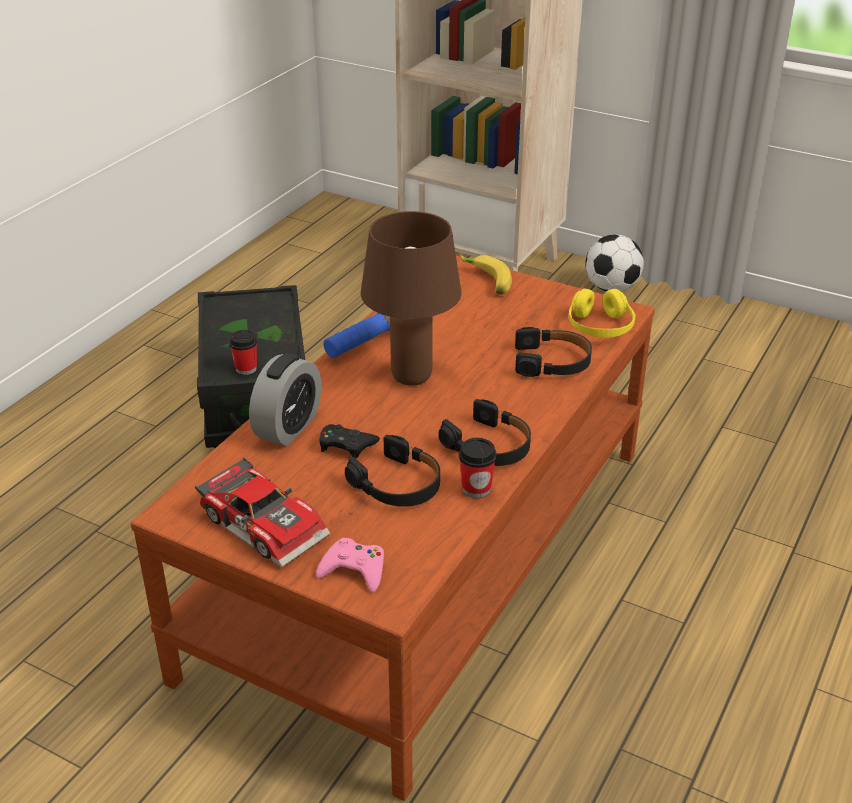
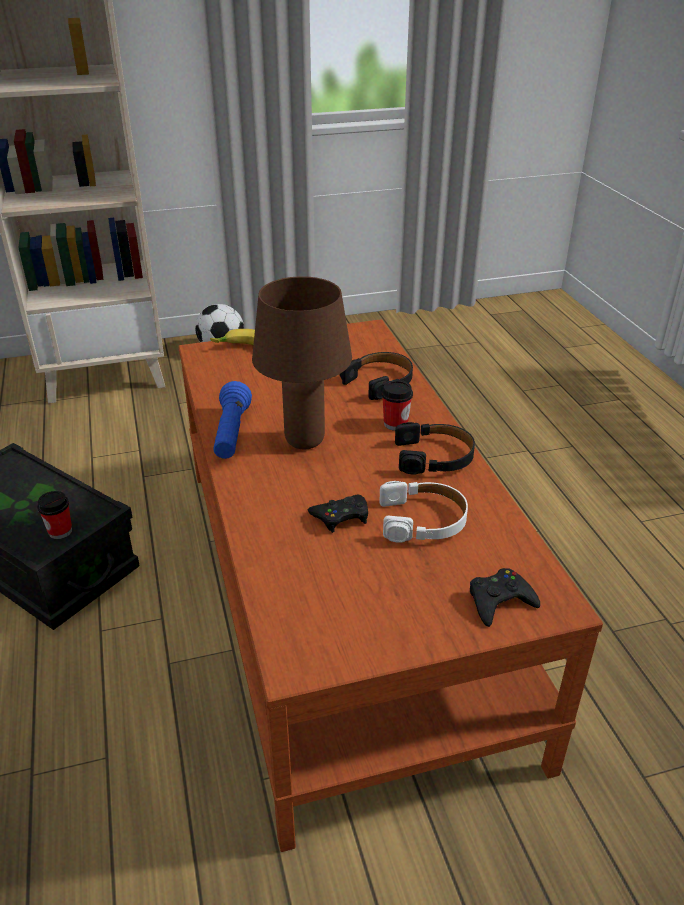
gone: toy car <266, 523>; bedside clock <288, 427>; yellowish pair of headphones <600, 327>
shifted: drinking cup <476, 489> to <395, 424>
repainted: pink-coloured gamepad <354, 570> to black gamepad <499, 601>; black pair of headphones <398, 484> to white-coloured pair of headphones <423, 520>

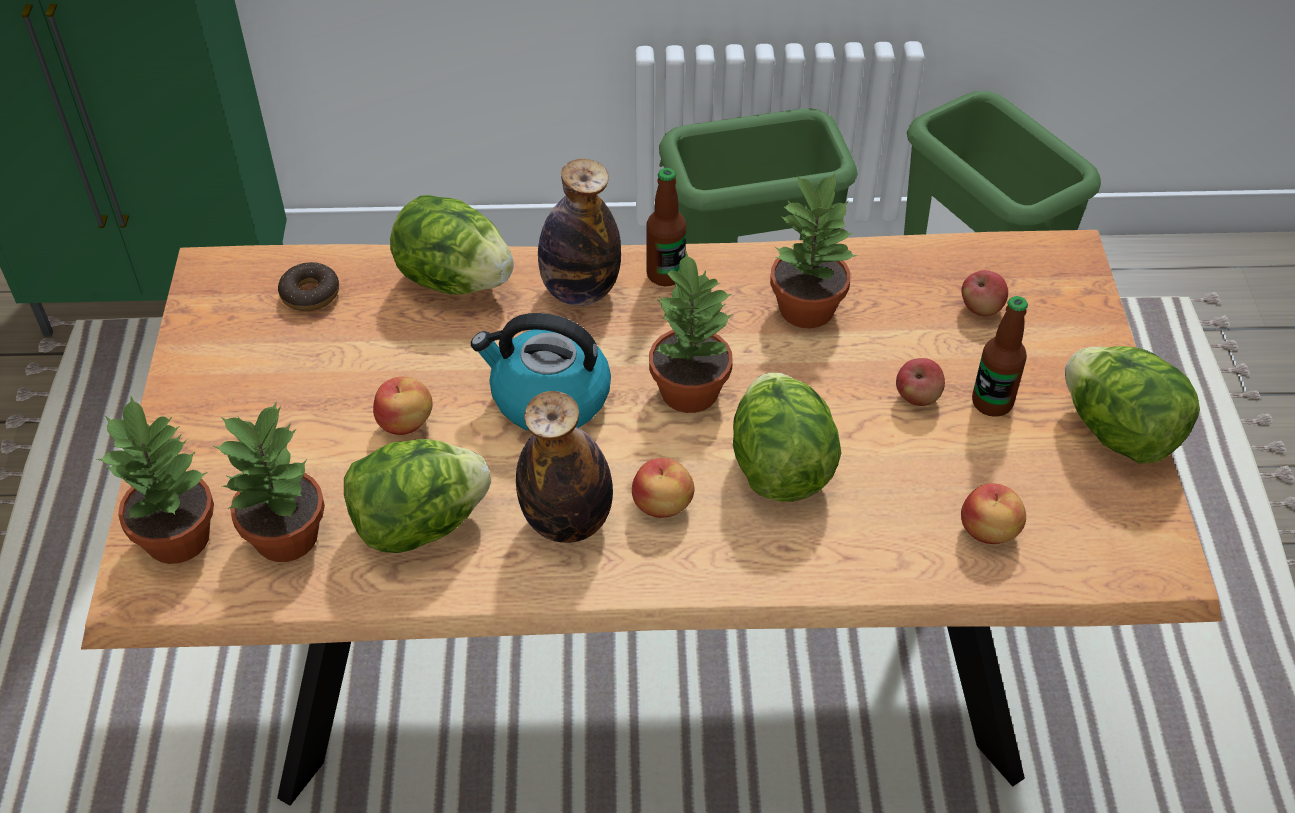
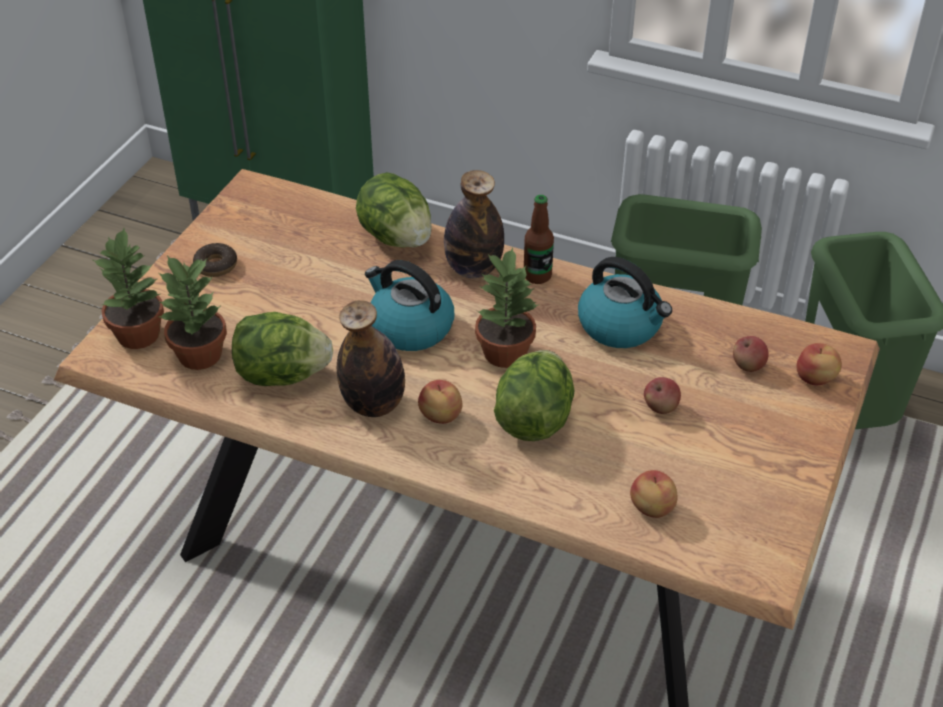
gone: bottle <992, 403>; lettuce head <1119, 433>
shifted: donut <310, 294> to <216, 265>; apple <406, 423> to <815, 378>
swapped: potted plant <806, 307> to kettle <621, 326>

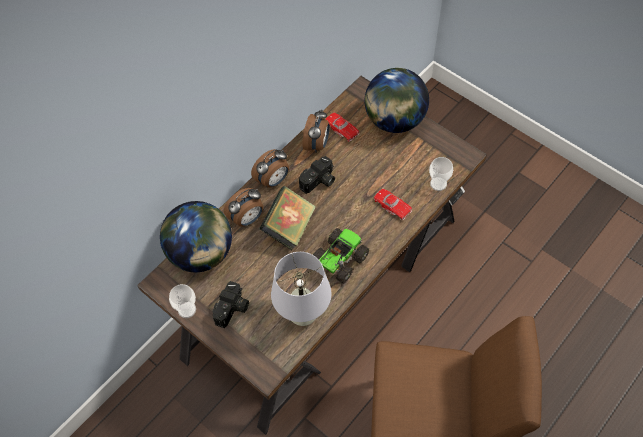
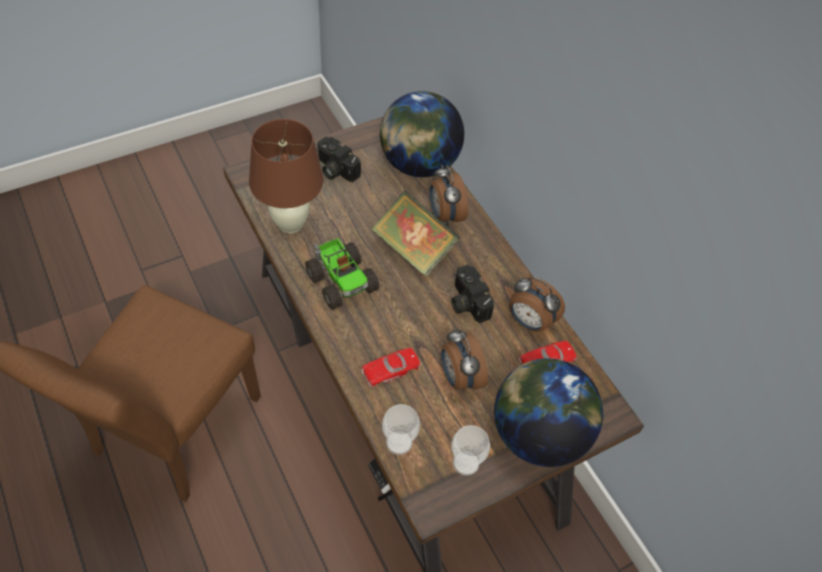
shifted: drinking cup <187, 309> to <466, 463>; bedside clock <273, 180> to <459, 377>
repainted: white-coloured table lamp <303, 316> to brown table lamp <291, 223>

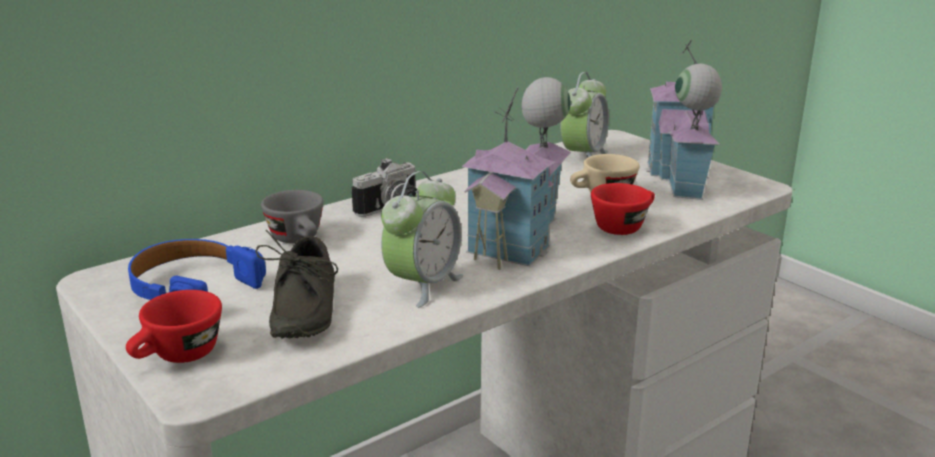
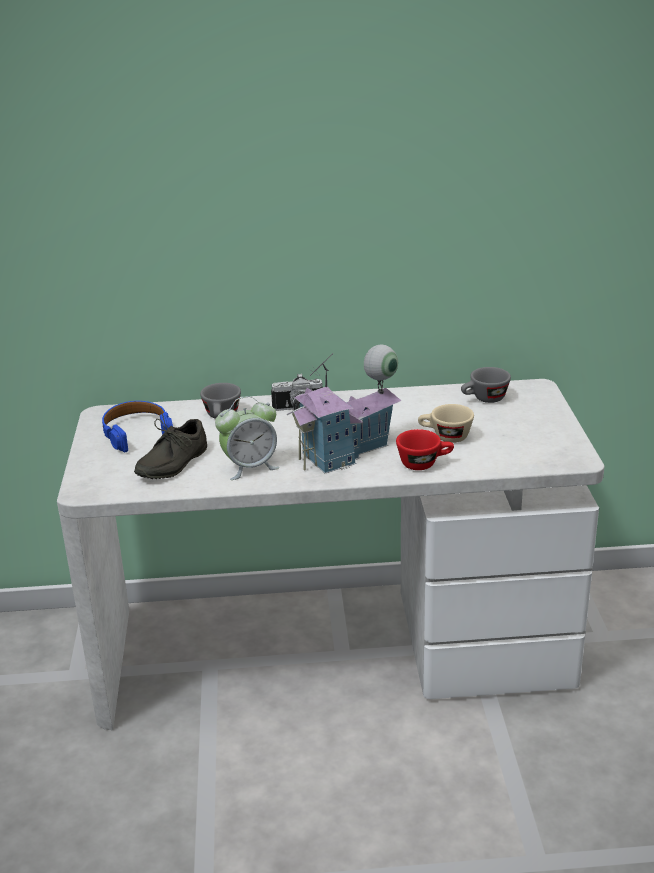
gone: reddish drinking cup <177, 357>; toy house <679, 178>
swapped: bedside clock <583, 156> to greyish drinking cup <484, 399>

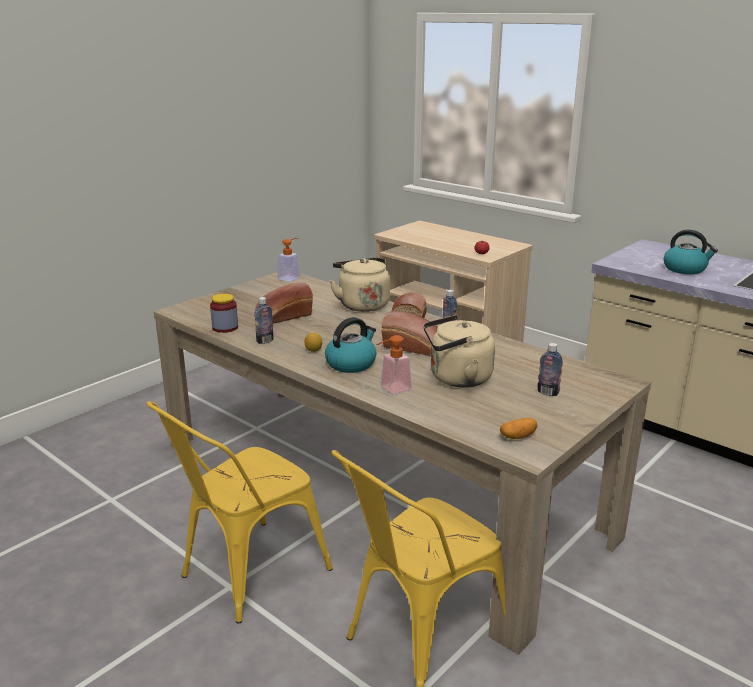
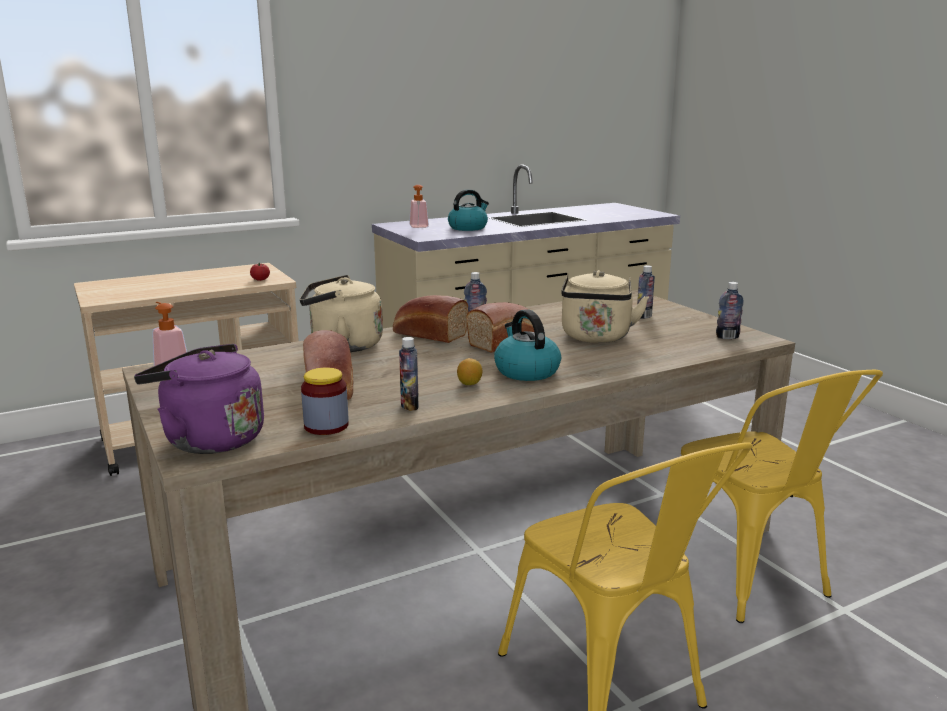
new: purplish kettle <209, 439>
shifted: soap bottle <391, 390> to <419, 227>
swapped: potato <518, 436> to bottle <727, 337>

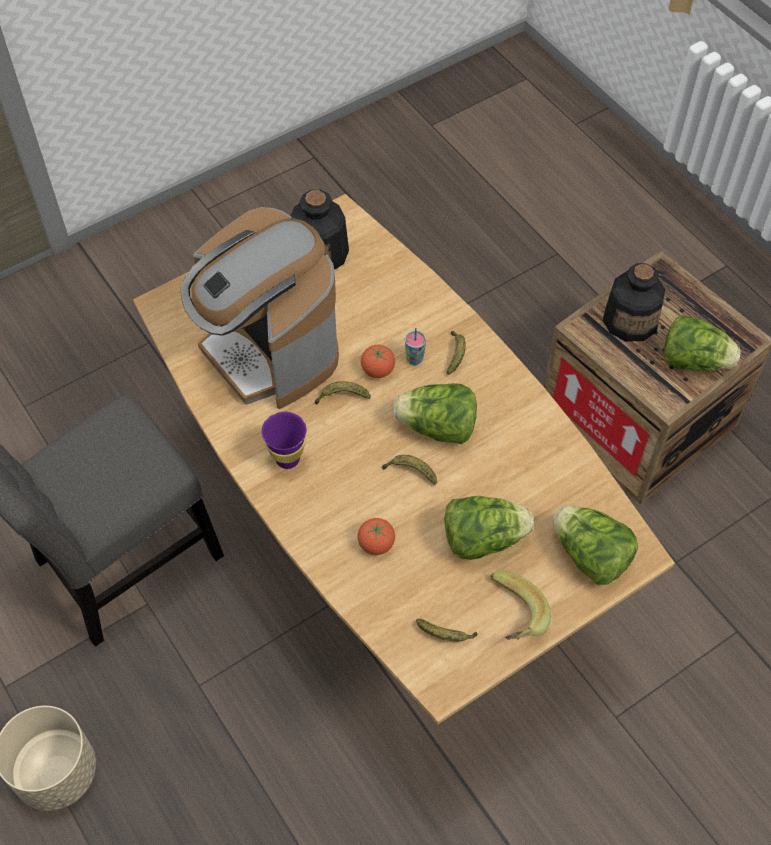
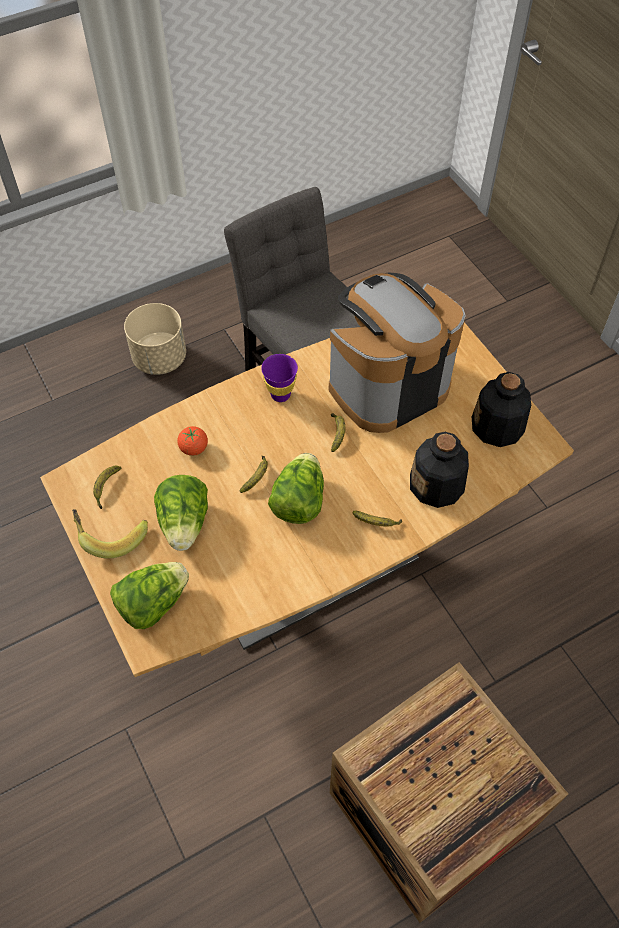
gone: fresh tomato <378, 370>; drinking cup <414, 359>; lettuce head <693, 360>
shifted: bottle <630, 320> to <437, 485>

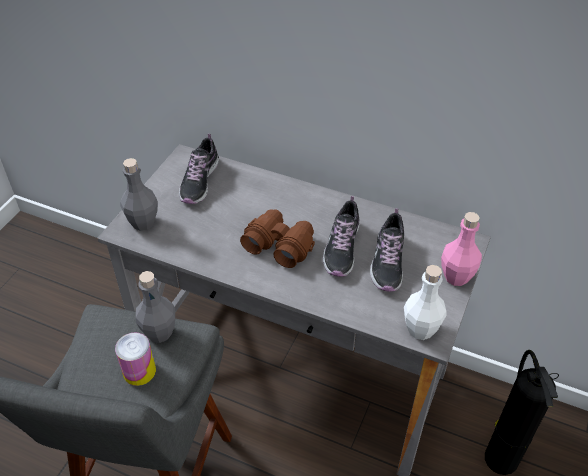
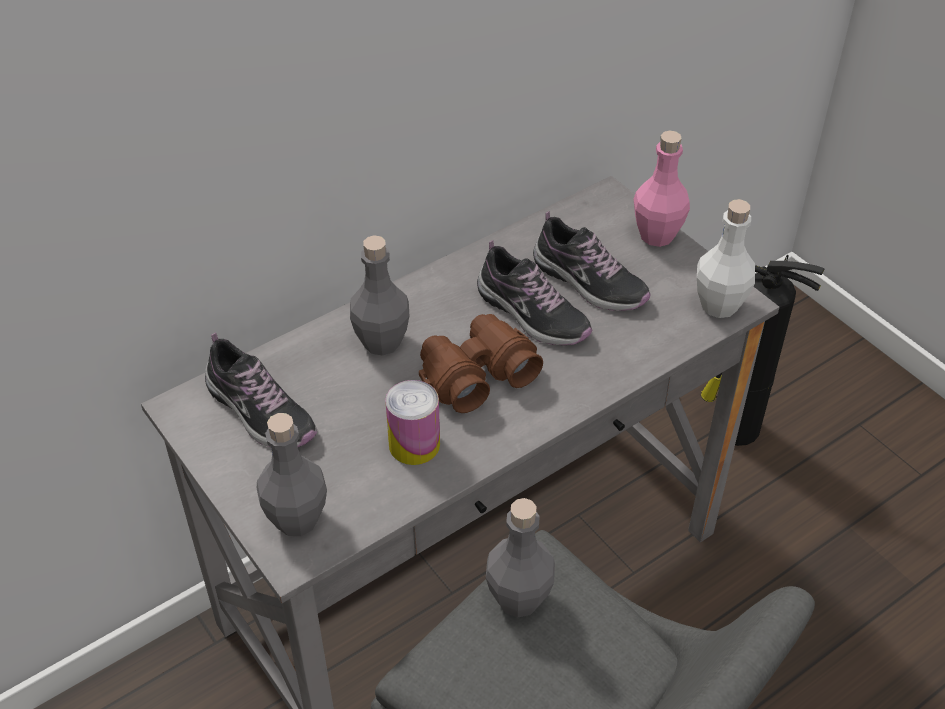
new: greyish bottle <382, 342>
shifted: can <139, 371> to <414, 444>

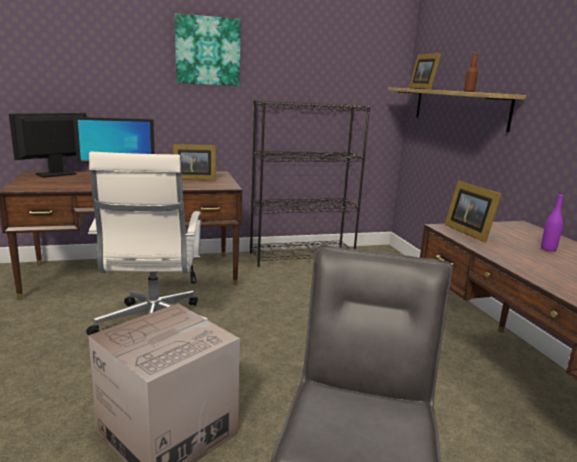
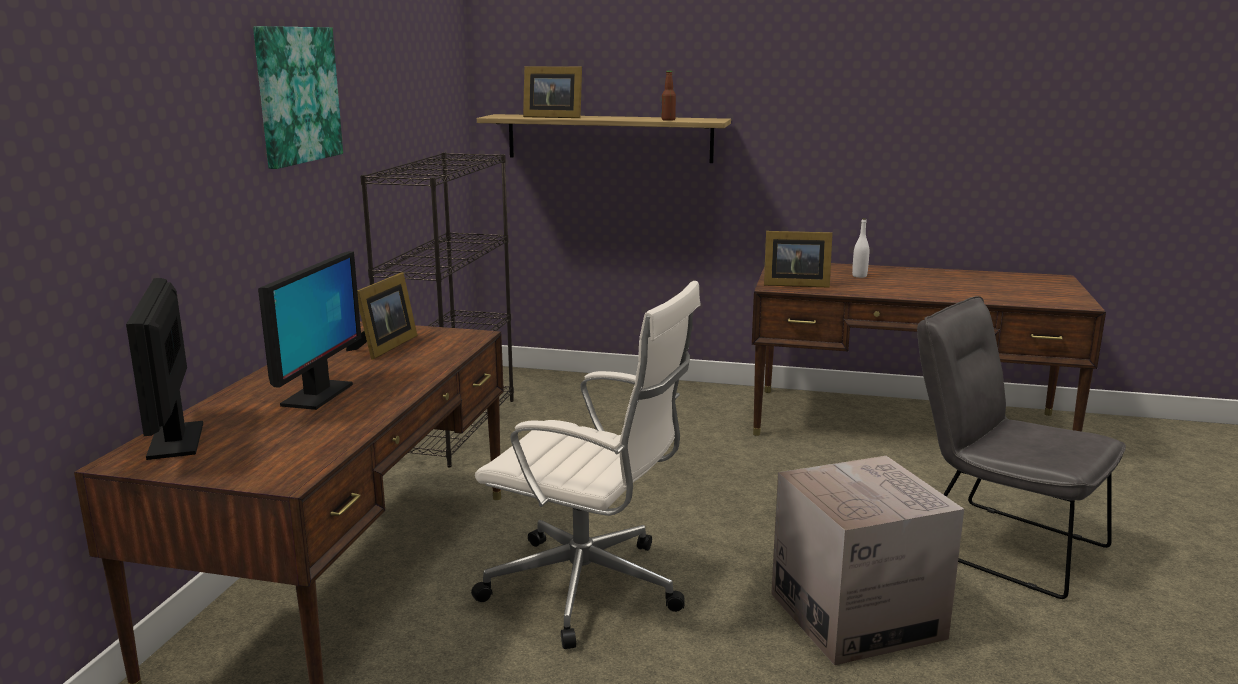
repainted: purplish bottle <548, 249> to white-coloured bottle <859, 276>

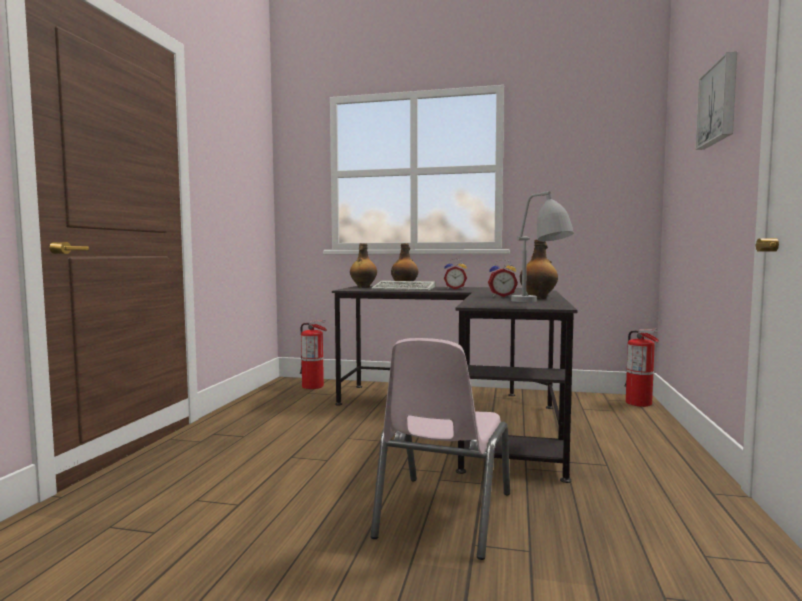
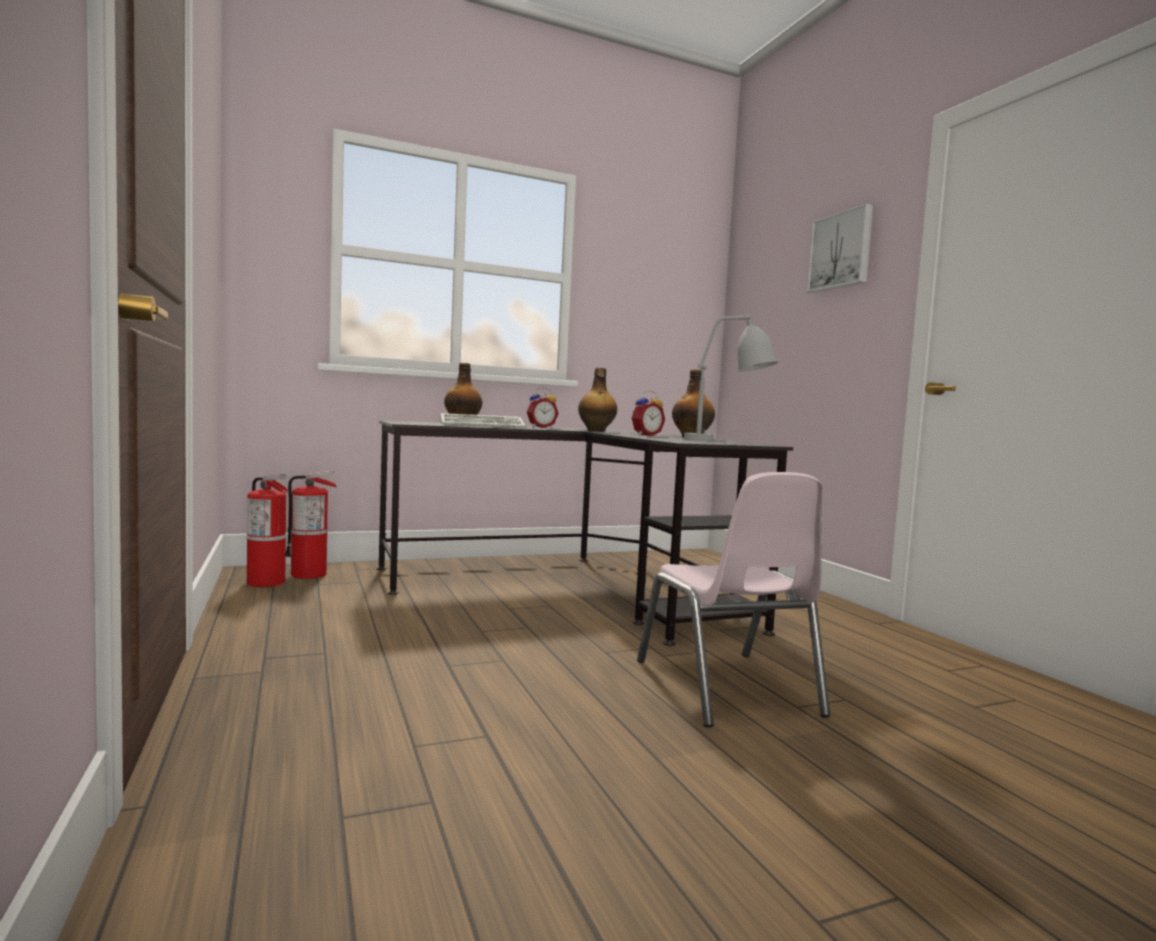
shifted: bottle <363, 287> to <596, 431>; fire-fighting cylinder <639, 403> to <266, 582>

